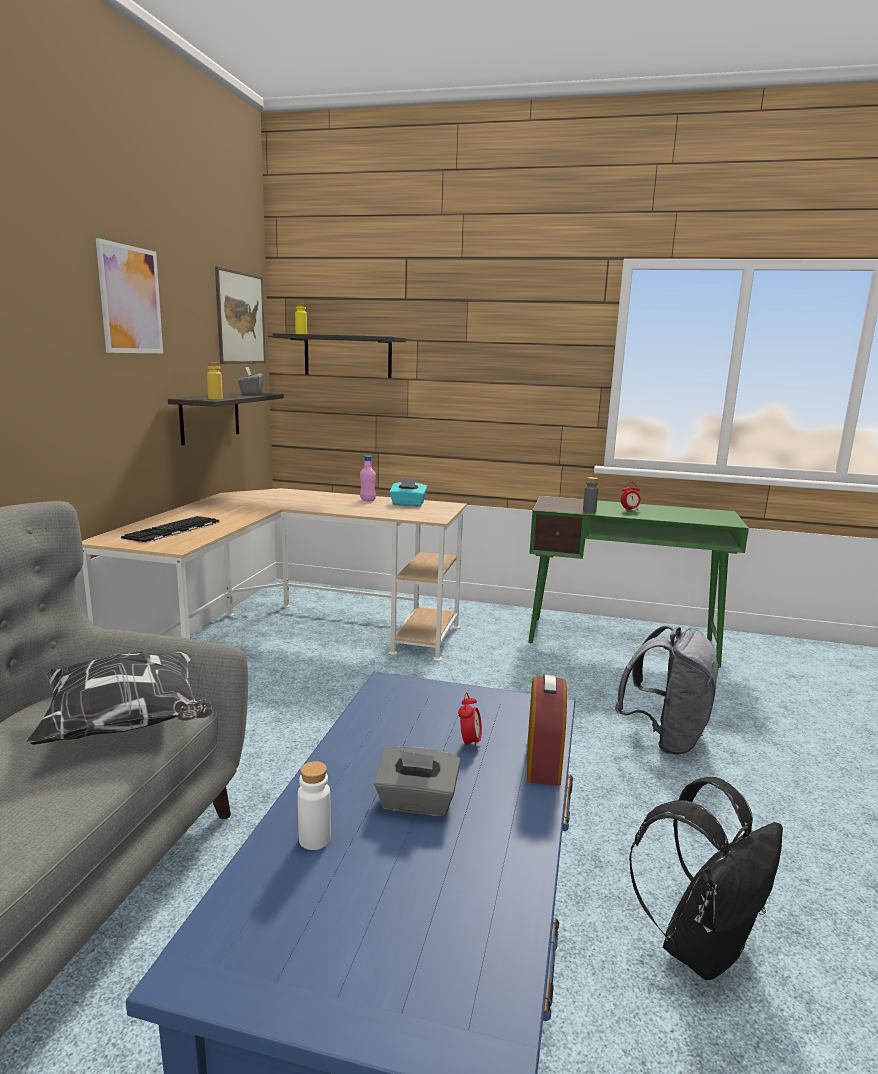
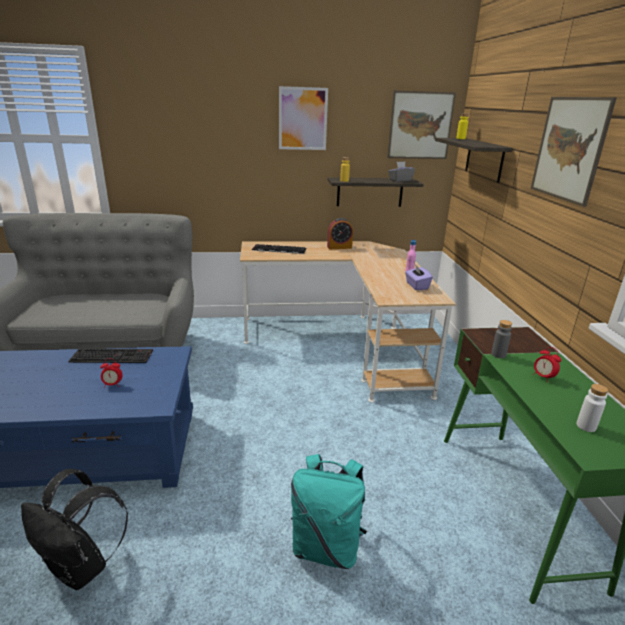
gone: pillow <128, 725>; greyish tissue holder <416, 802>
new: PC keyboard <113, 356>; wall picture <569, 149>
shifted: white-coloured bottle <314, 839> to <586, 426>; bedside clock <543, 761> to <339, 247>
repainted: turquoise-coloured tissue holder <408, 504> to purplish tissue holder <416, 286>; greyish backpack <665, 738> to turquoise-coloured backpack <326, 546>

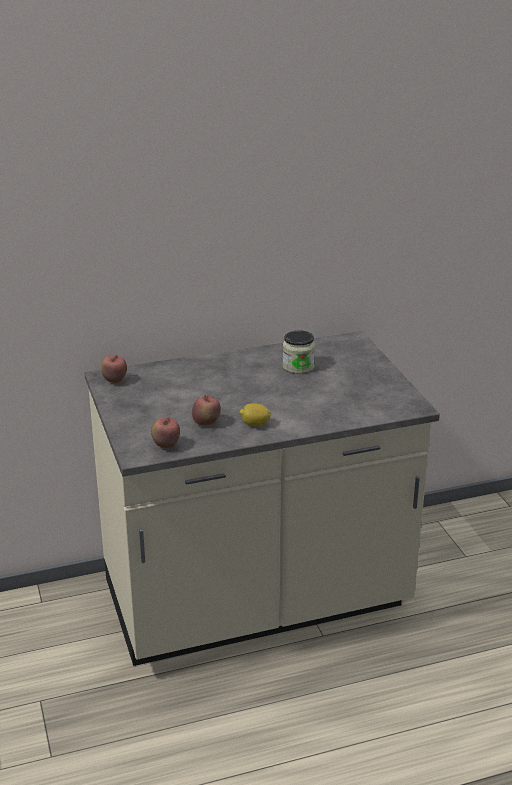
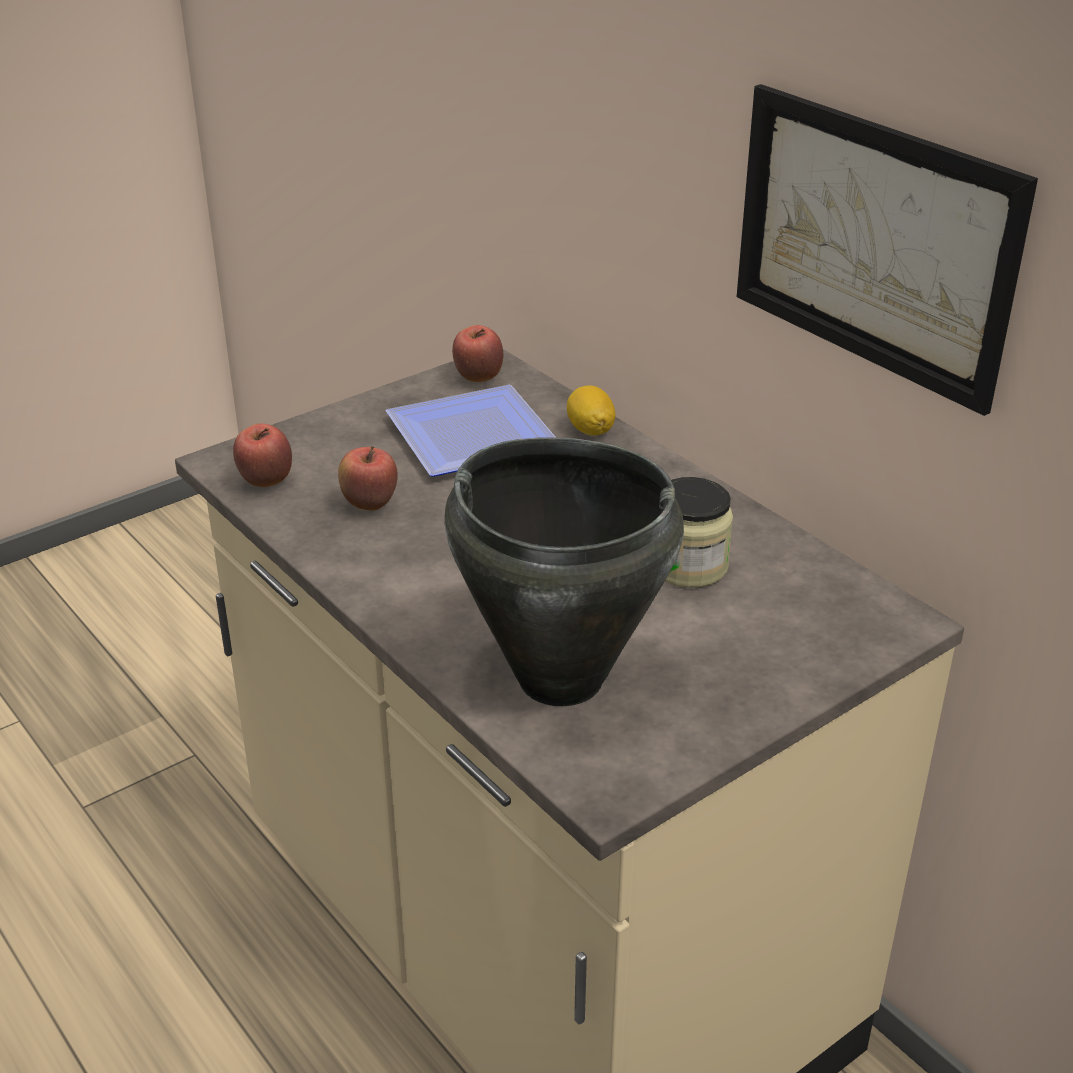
new: flat dish <470, 440>; black saucepot <559, 677>; wall picture <872, 243>
shifted: citrus fruit <255, 424> to <590, 430>

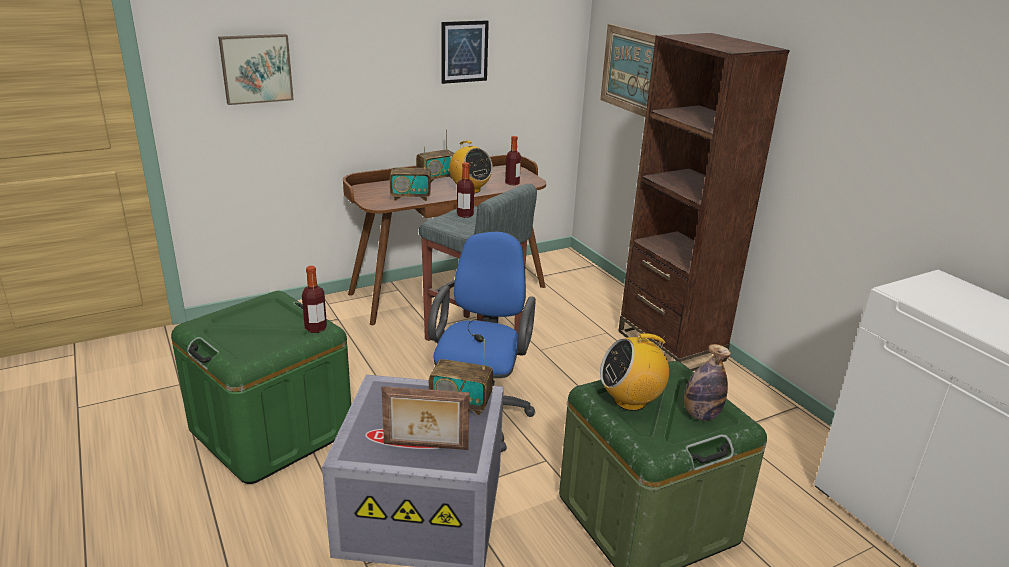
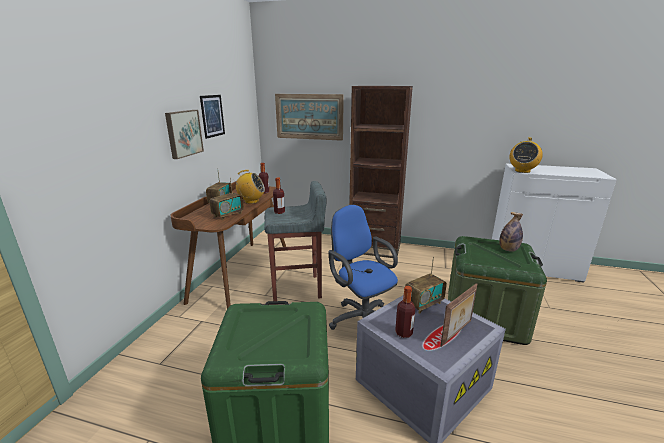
shifted: wall picture <256, 68> to <183, 133>; bottle <316, 328> to <403, 333>; radio set <630, 401> to <522, 171>

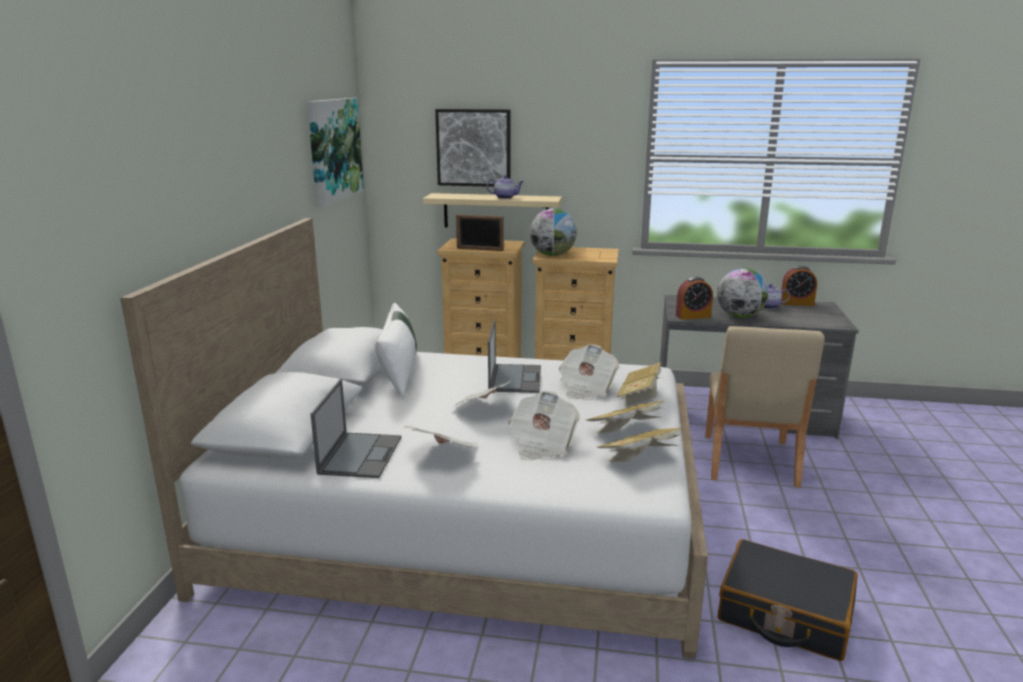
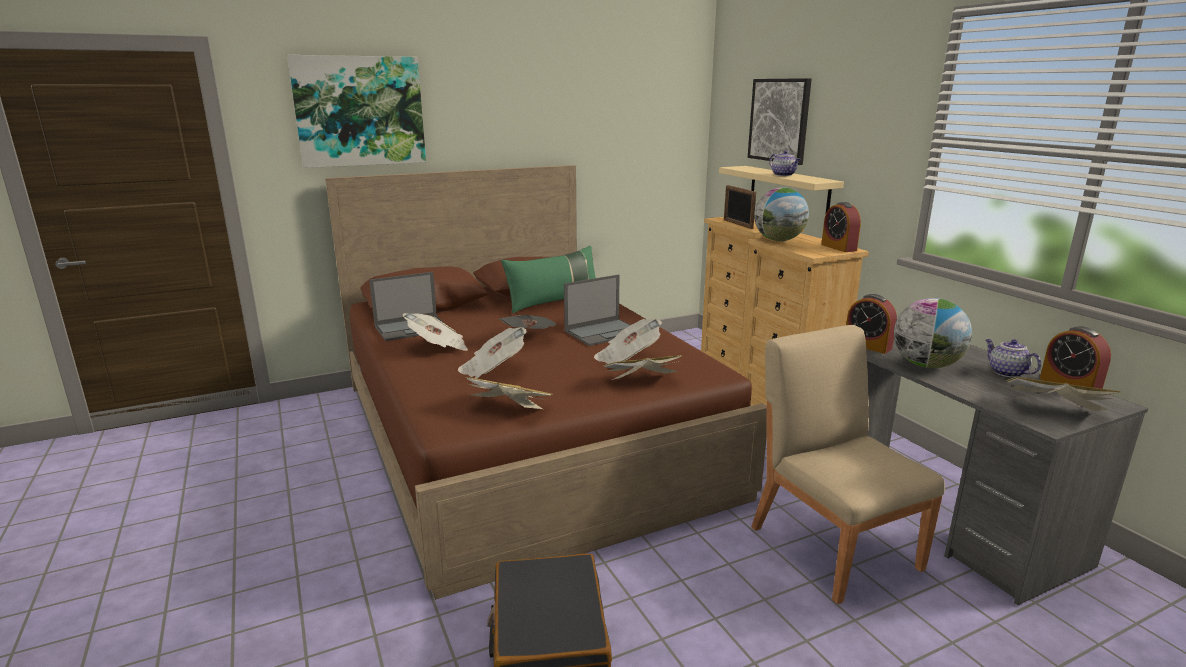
new: bedside clock <838, 247>
shifted: wall picture <334, 150> to <360, 111>; bound book <625, 431> to <1054, 411>
repainted: white-coloured bed <465, 519> to brown bed <526, 435>; white-coloured pillow <399, 374> to greenish pillow <553, 302>
rotated: beige plain chair <749, 461> = <833, 546> 90 degrees clockwise

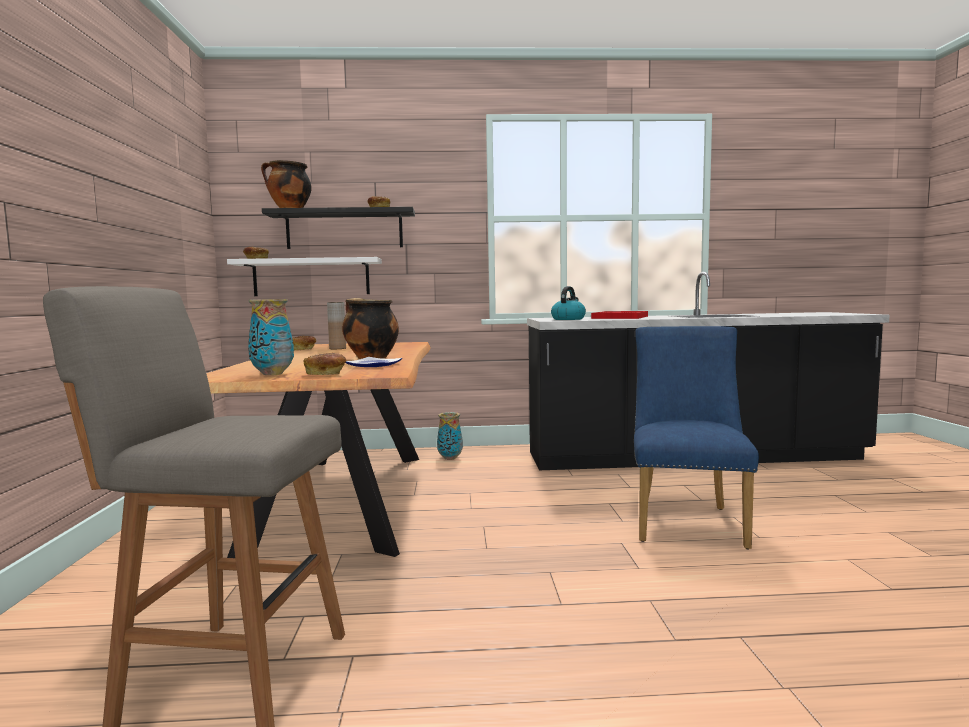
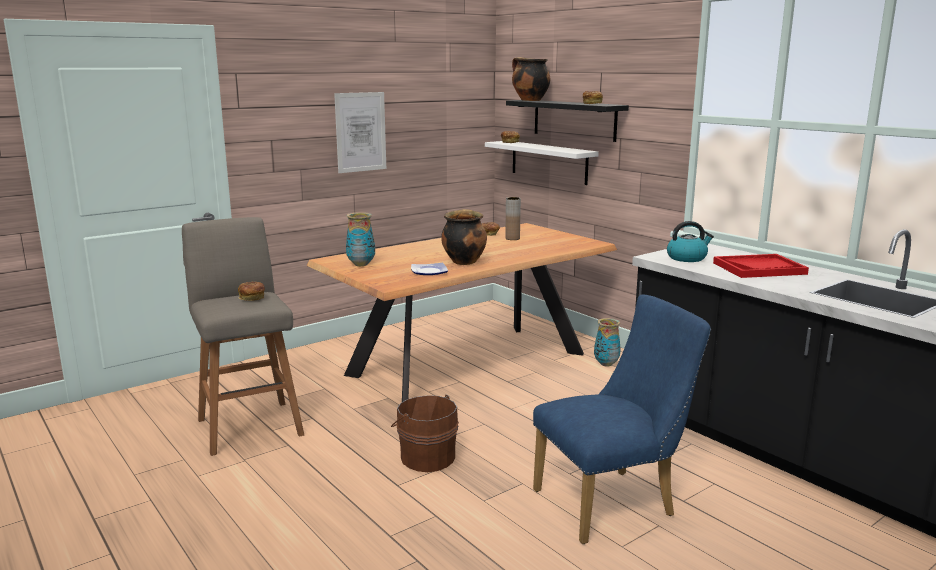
new: wall picture <360, 132>; brown pail <426, 457>
shifted: bread <326, 374> to <252, 298>

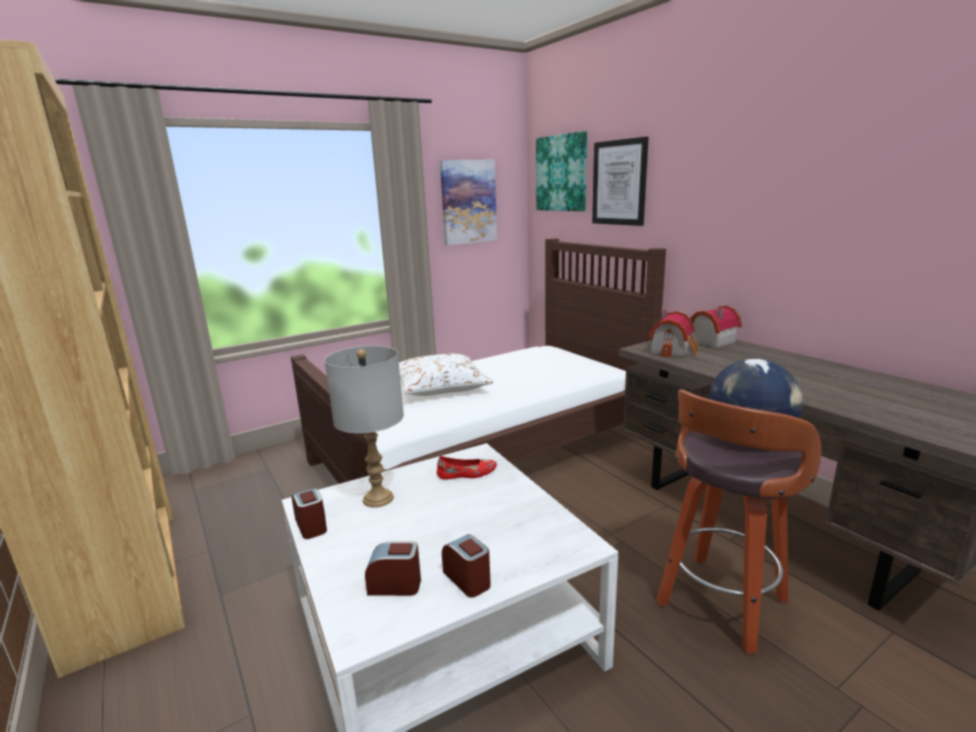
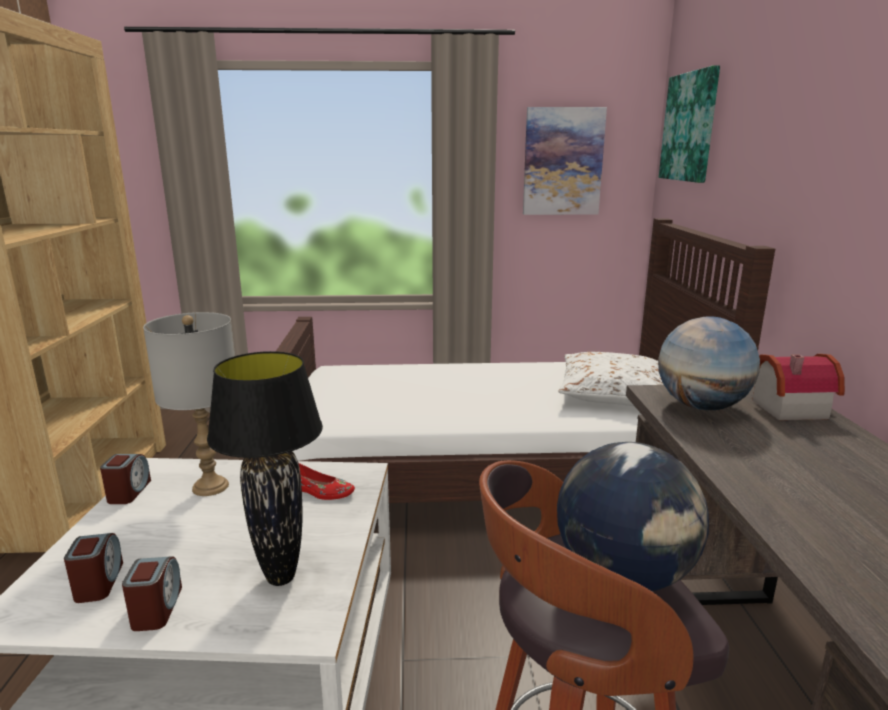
gone: wall picture <619, 183>
new: black table lamp <281, 577>
shifted: white-coloured pillow <440, 386> to <614, 393>
swapped: toy house <673, 350> to desk globe <701, 406>
rotated: bedside clock <395, 585> = <99, 582> 45 degrees clockwise

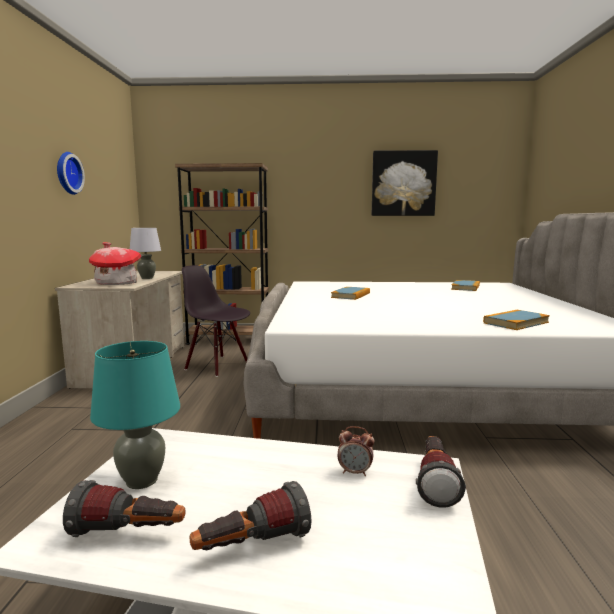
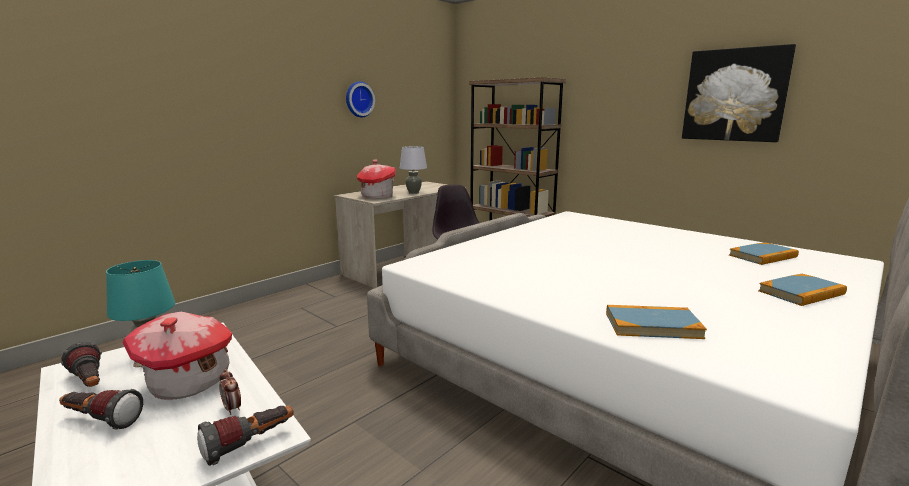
new: toy house <189, 381>
shifted: bound book <351, 295> to <801, 293>

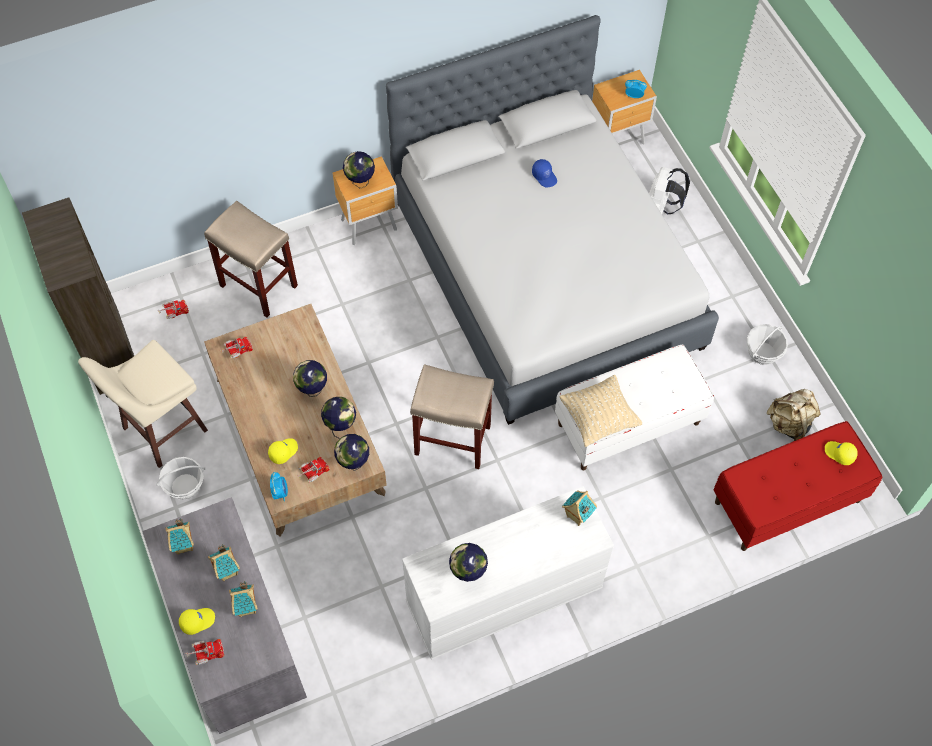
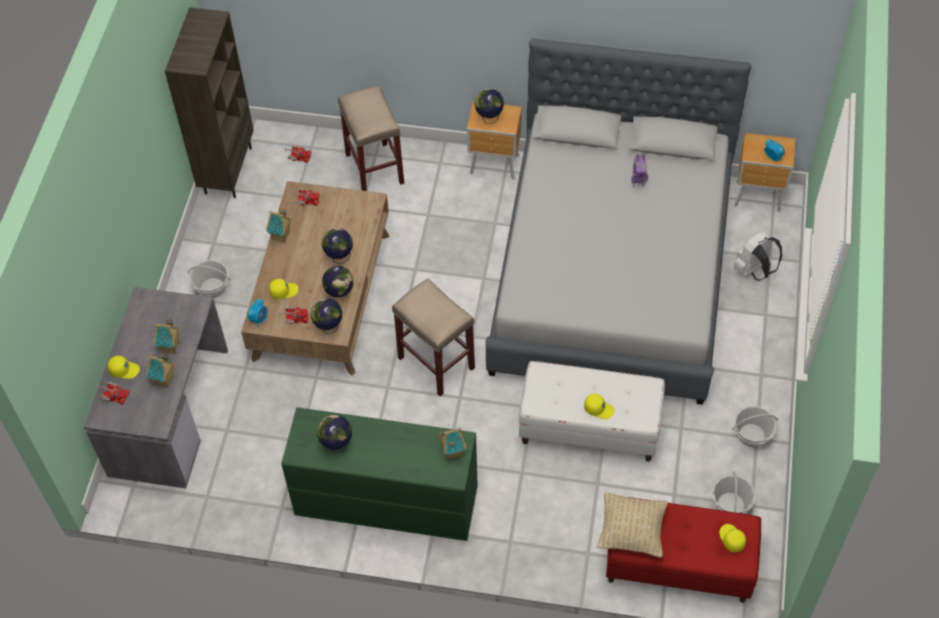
gone: beige stool <162, 430>
new: yellowish peaked cap <599, 408>
shifted: toy house <184, 545> to <281, 237>; beige pillow <599, 418> to <631, 532>
swapped: blue peaked cap <544, 176> to model robot <638, 183>; beige backpack <789, 423> to basket <730, 504>
repainted: white-coloured dresser <502, 596> to greenish dresser <385, 502>

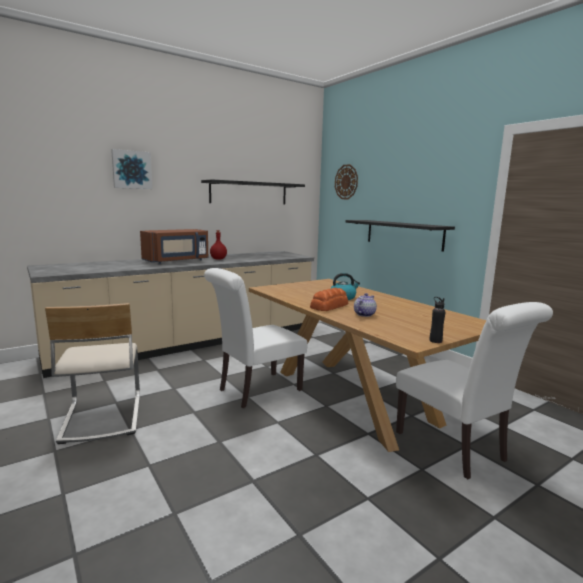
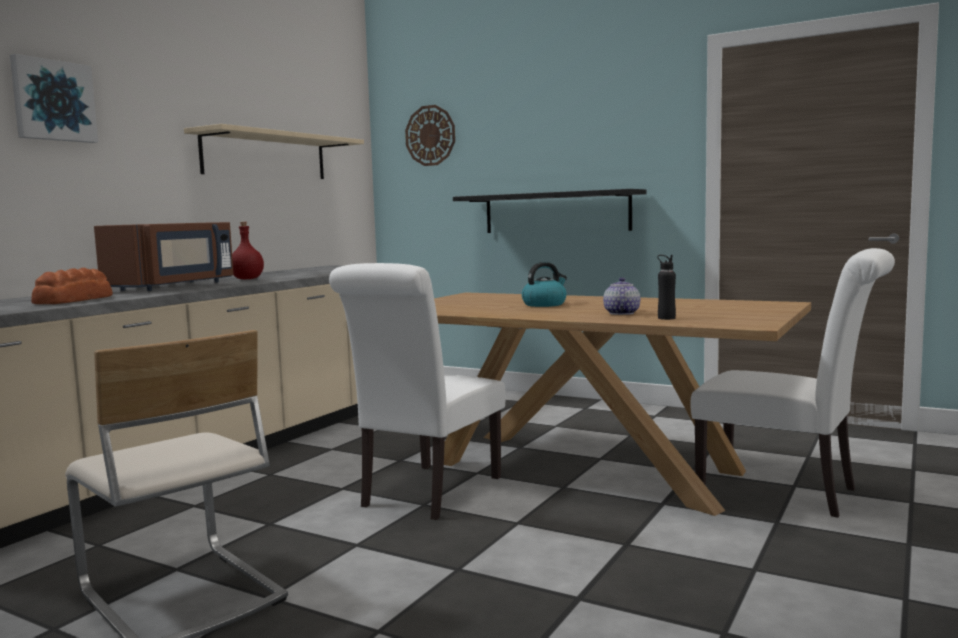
shifted: bread <330, 306> to <75, 300>; black bottle <435, 341> to <666, 318>
repainted: black shelf <249, 193> to beige shelf <265, 156>

